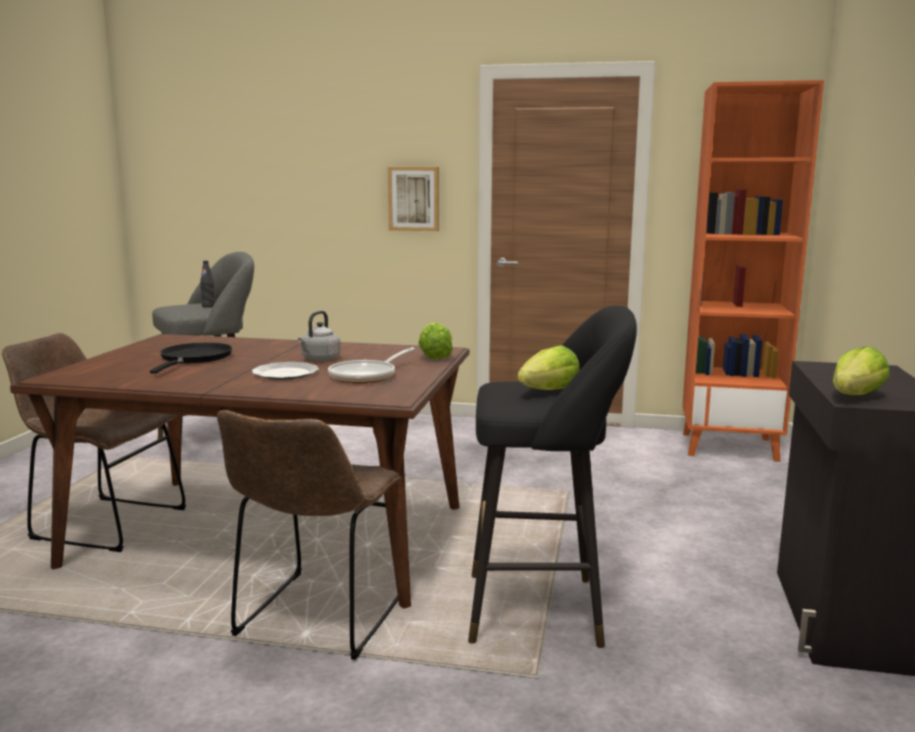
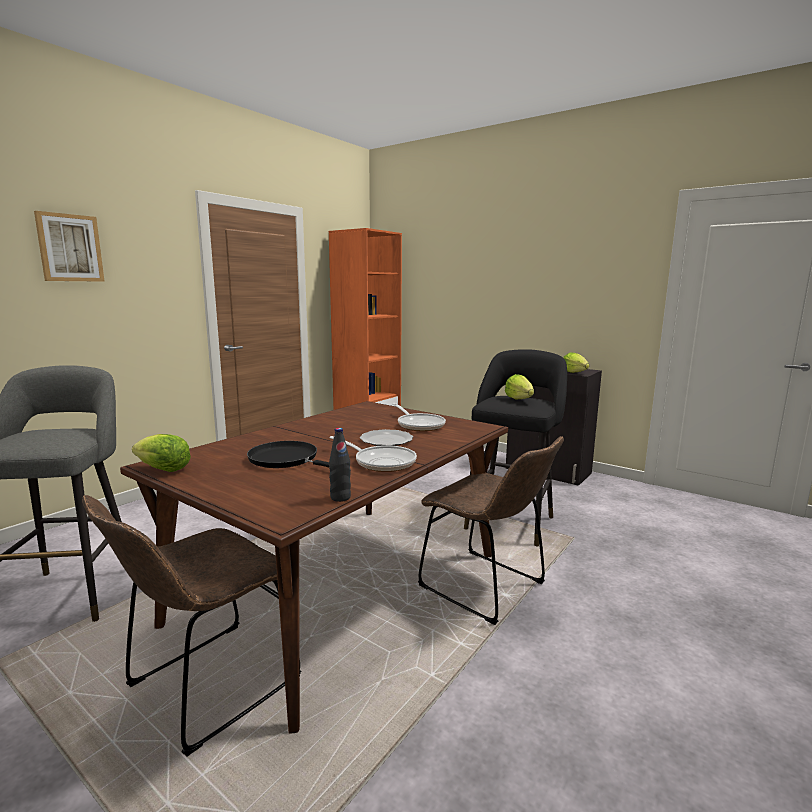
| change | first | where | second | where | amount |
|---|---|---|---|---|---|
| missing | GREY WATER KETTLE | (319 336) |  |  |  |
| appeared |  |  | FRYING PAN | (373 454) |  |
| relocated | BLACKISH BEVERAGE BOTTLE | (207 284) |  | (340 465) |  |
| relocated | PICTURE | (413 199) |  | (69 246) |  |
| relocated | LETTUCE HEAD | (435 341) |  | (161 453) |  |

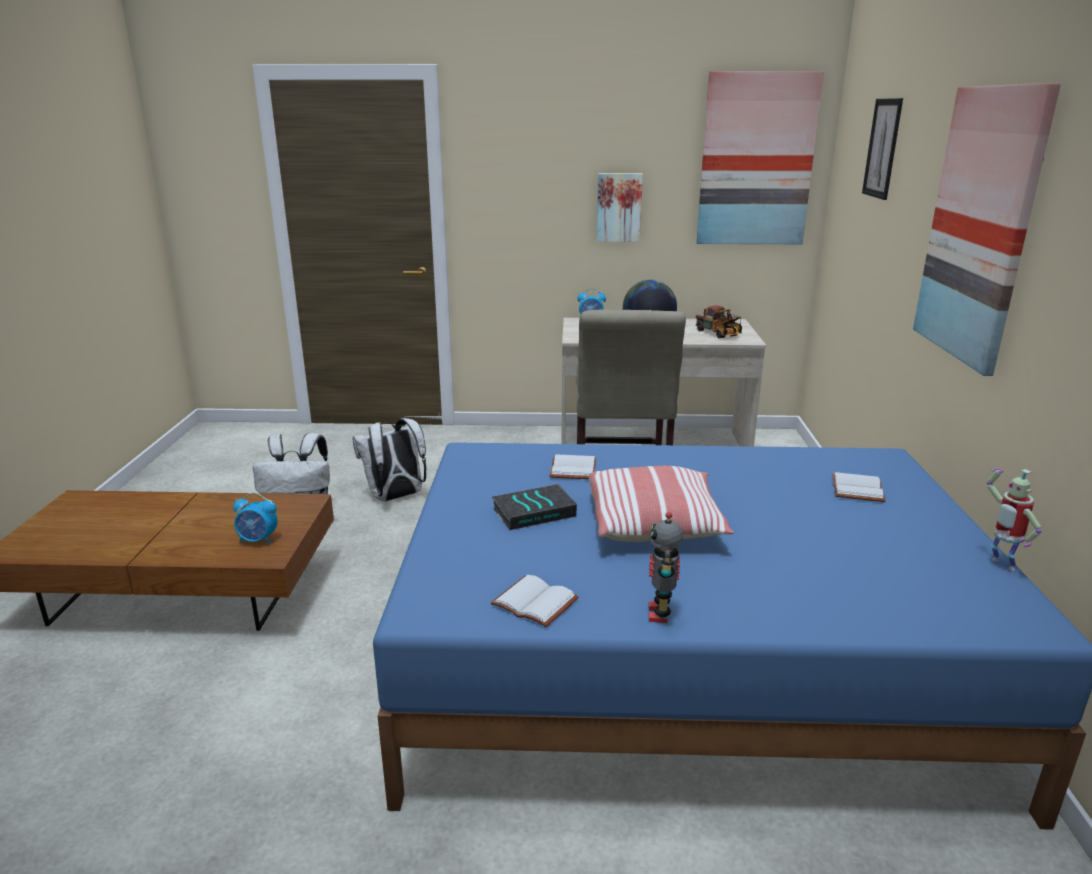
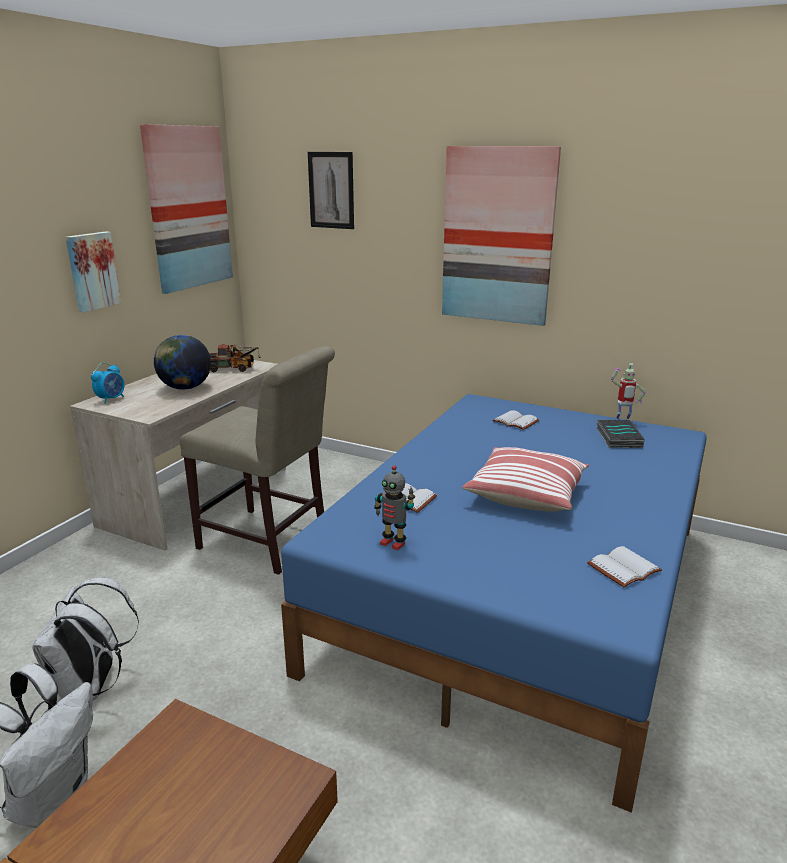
| change | first | where | second | where | amount |
|---|---|---|---|---|---|
| missing | ALARM CLOCK | (255 518) |  |  |  |
| relocated | BOOK | (534 507) |  | (621 433) |  |
| relocated | TOY ROBOT | (666 567) |  | (394 507) |  |

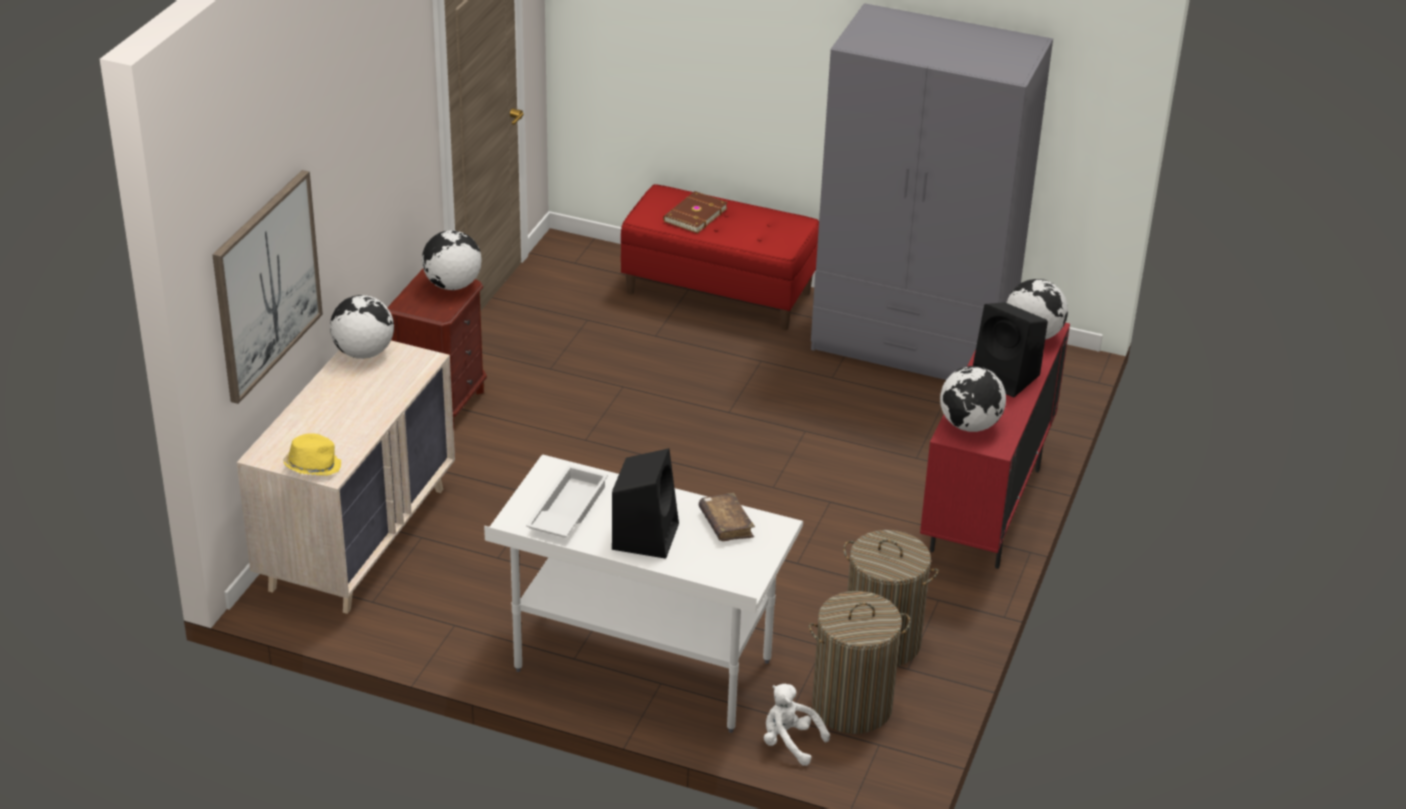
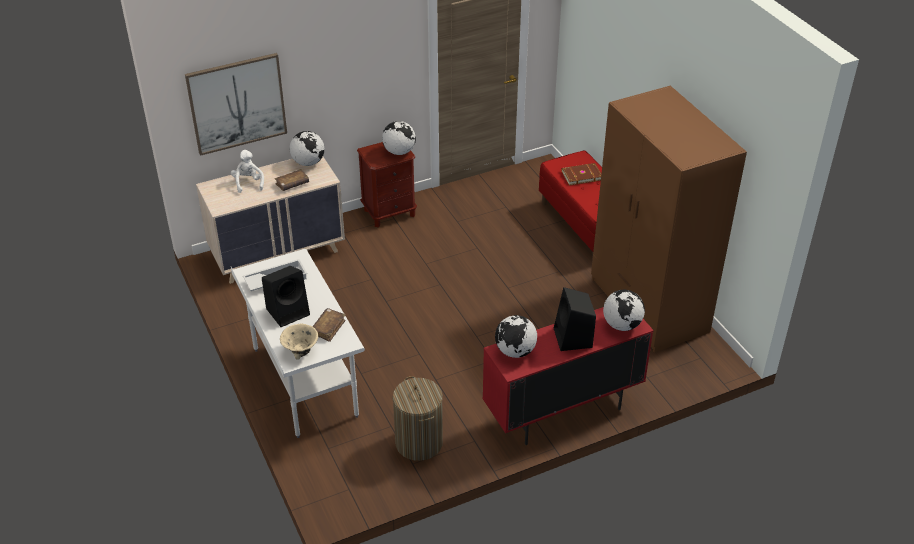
| change | first | where | second | where | amount |
|---|---|---|---|---|---|
| missing | YELLOW CLOTHING HAT | (312 454) |  |  |  |
| missing | HAMPER | (860 662) |  |  |  |
| appeared |  |  | BROWN BOOK | (291 180) |  |
| appeared |  |  | SAND-COLOURED BOWL | (299 342) |  |
| relocated | WHITE-COLOURED PLUSH TOY | (797 725) |  | (247 171) |  |
| colour | GREY WARDROBE | (932 191) | BROWN WARDROBE | (669 219) |  |

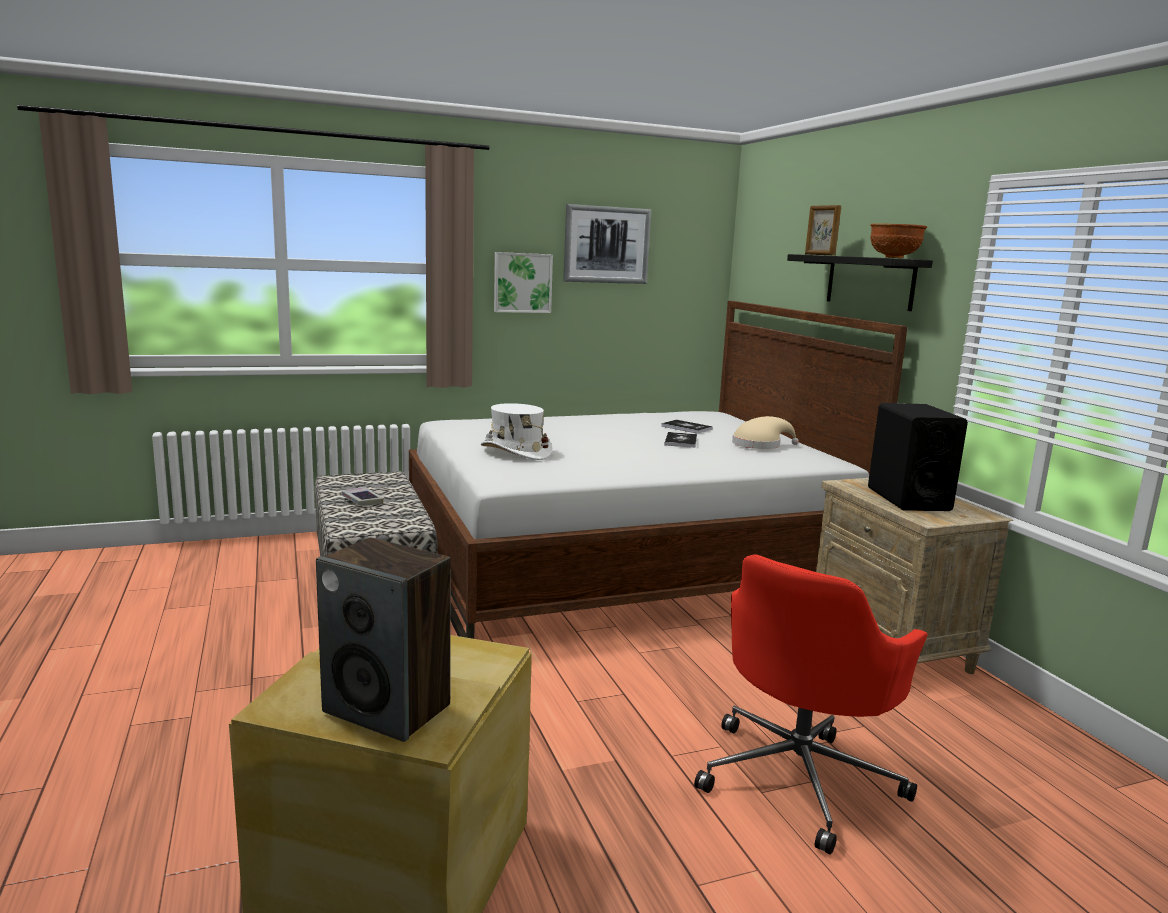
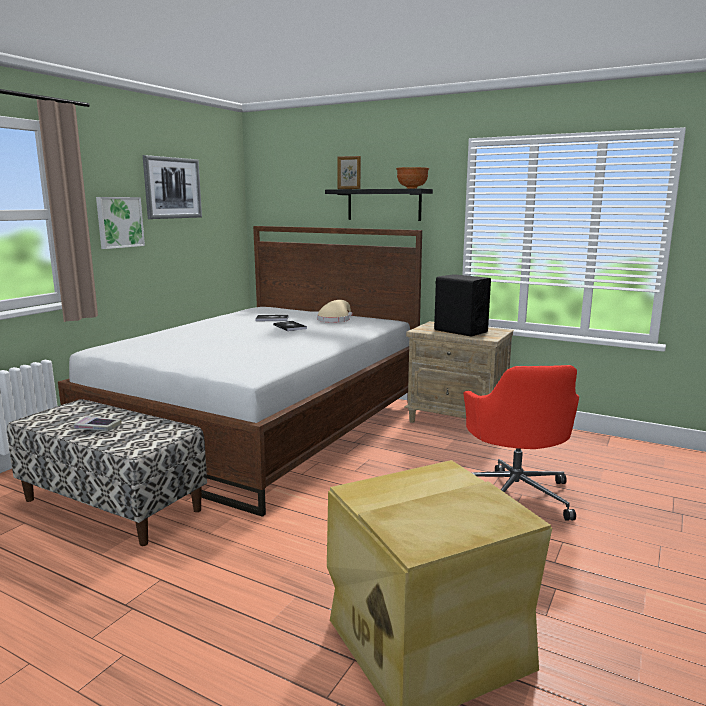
| change | first | where | second | where | amount |
|---|---|---|---|---|---|
| missing | AUDIO SPEAKER | (383 640) |  |  |  |
| missing | WHITE-COLOURED CLOTHING HAT | (516 431) |  |  |  |

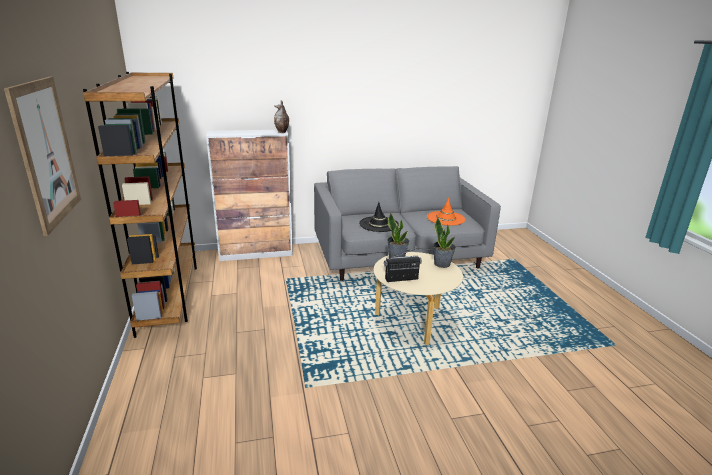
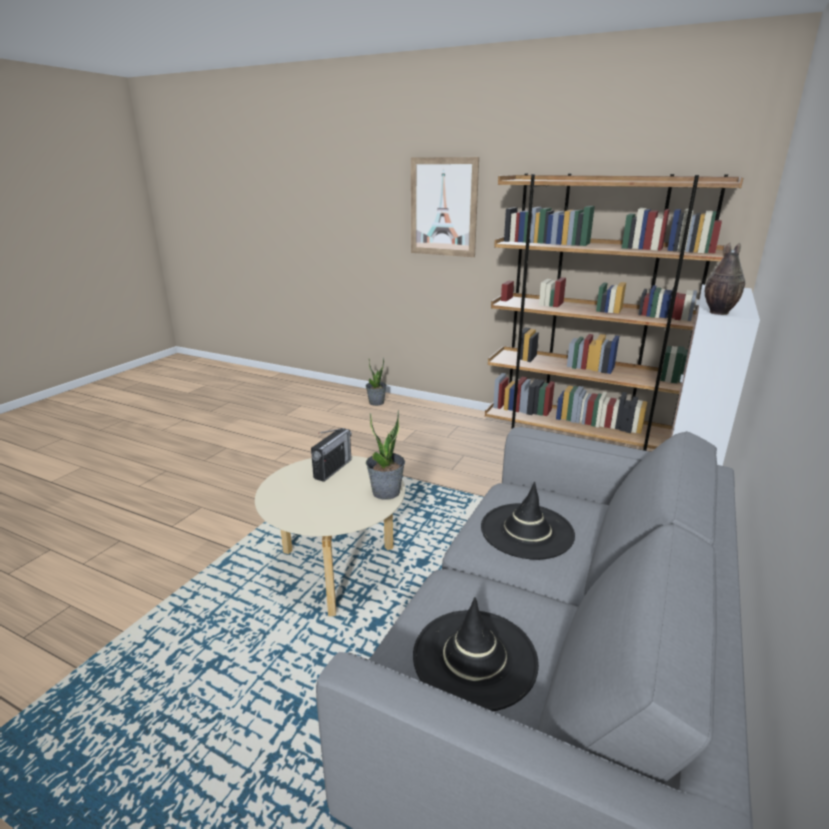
| change | first | where | second | where | amount |
|---|---|---|---|---|---|
| relocated | POTTED PLANT | (444 242) |  | (376 382) |  |
| colour | ORANGE-COLOURED CLOTHING HAT | (446 211) | BLACKISH CLOTHING HAT | (476 654) |  |

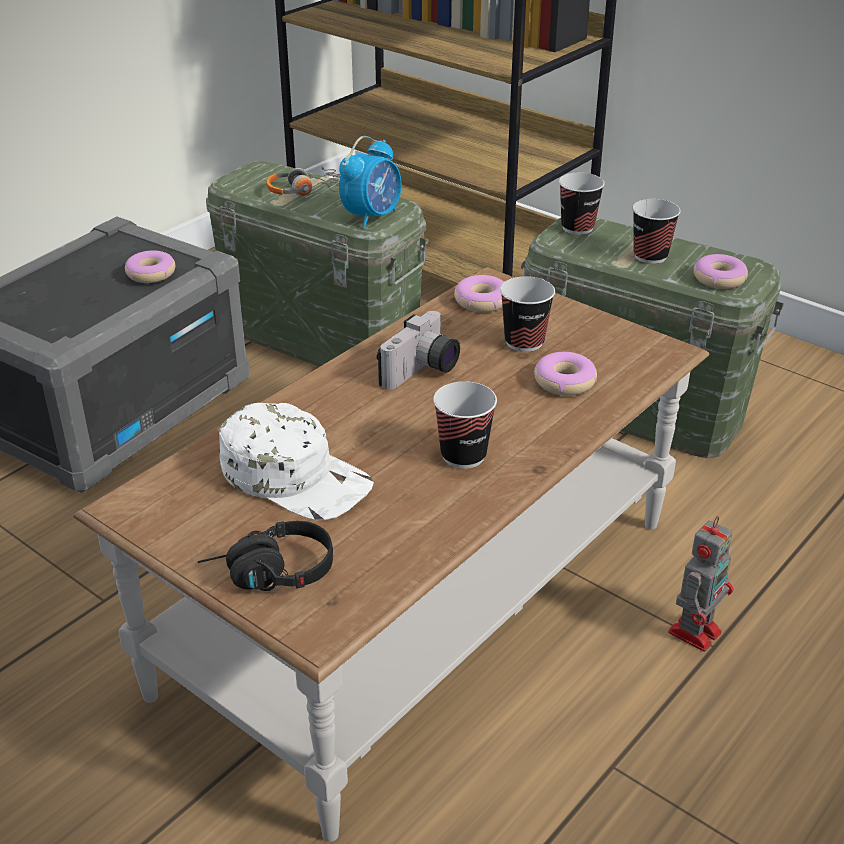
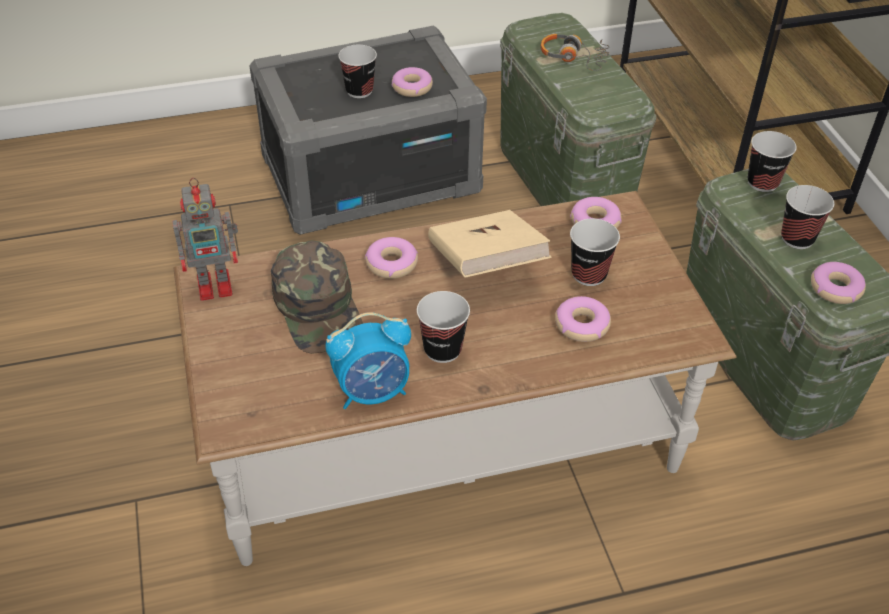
| change | first | where | second | where | amount |
|---|---|---|---|---|---|
| missing | BLACKISH PAIR OF HEADPHONES | (265 556) |  |  |  |
| appeared |  |  | DRINKING CUP | (357 71) |  |
| appeared |  |  | DOUGHNUT | (391 258) |  |
| relocated | ALARM CLOCK | (370 182) |  | (368 360) |  |
| relocated | TOY ROBOT | (701 584) |  | (205 239) |  |
| exchanged | STILL CAMERA | (418 350) | SAND-COLOURED BOOK | (490 244) |  |
| colour | WHITE-COLOURED CAP | (296 461) | GREEN CAP | (317 297) |  |

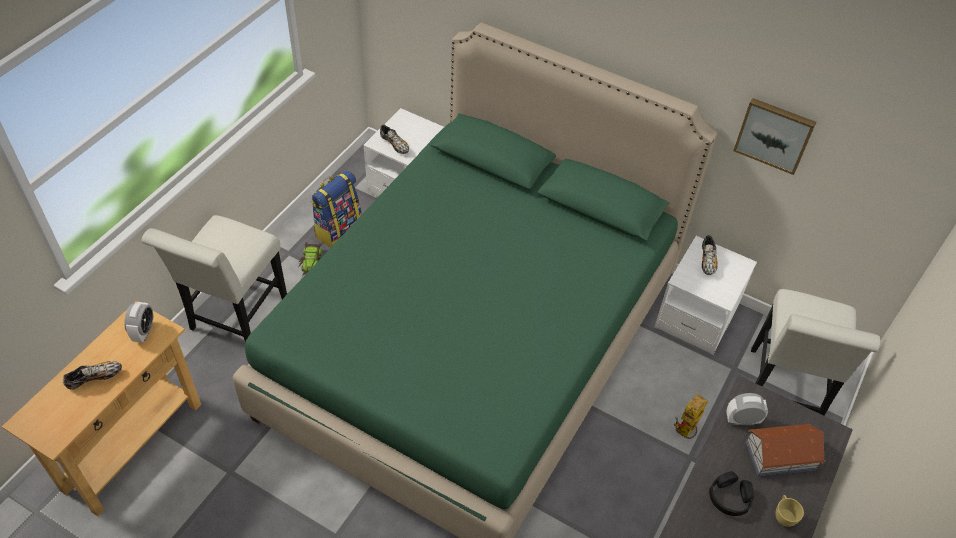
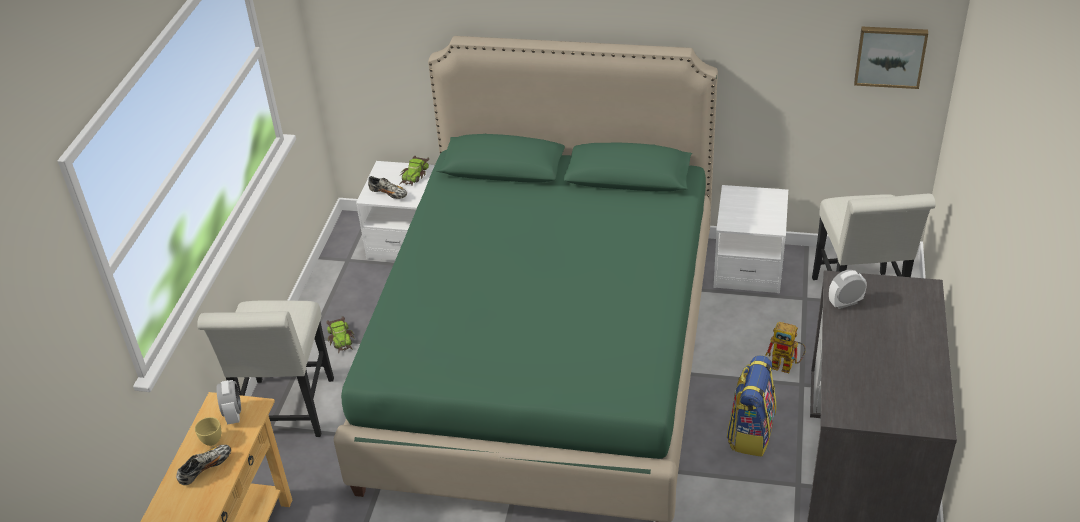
| change | first | where | second | where | amount |
|---|---|---|---|---|---|
| missing | SHOE | (710 255) |  |  |  |
| missing | BLACKISH PAIR OF HEADPHONES | (731 493) |  |  |  |
| missing | MODEL HOUSE | (785 450) |  |  |  |
| appeared |  |  | MODEL CAR | (414 171) |  |
| relocated | RUCKSACK | (336 208) |  | (751 406) |  |
| relocated | PICTURE | (774 136) |  | (891 58) |  |
| relocated | YELLOW DRINKING CUP | (790 511) |  | (208 431) |  |
| spun | TOY ROBOT | (691 416) |  | (786 347) | 90 degrees counterclockwise |

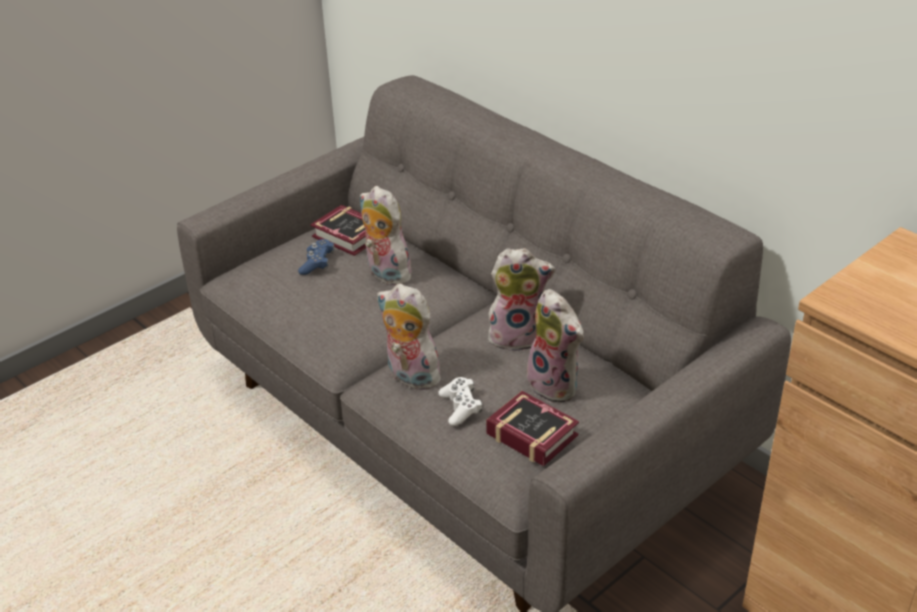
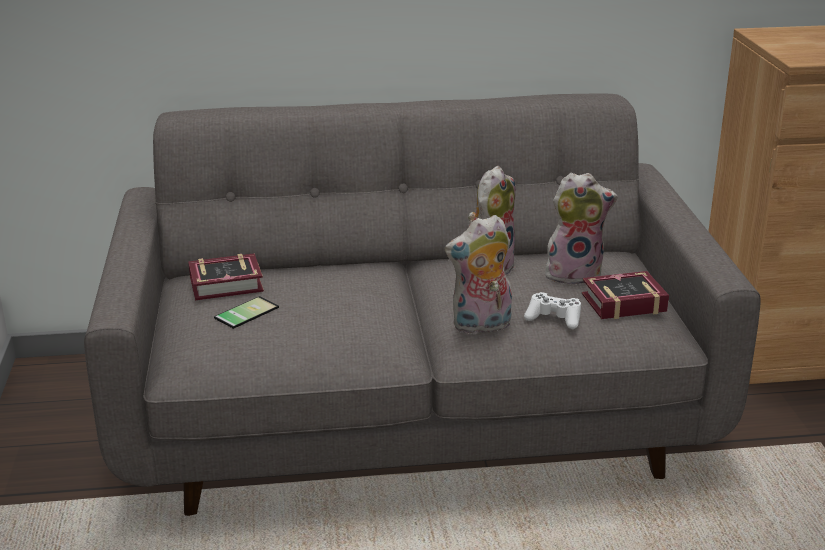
| change | first | where | second | where | amount |
|---|---|---|---|---|---|
| missing | PLUSH TOY | (385 236) |  |  |  |
| exchanged | BLUE GAMEPAD | (316 257) | HANDSET | (246 312) |  |

